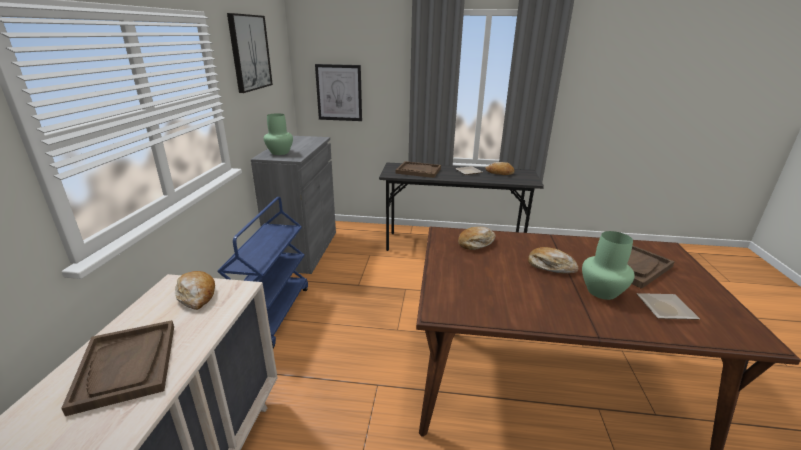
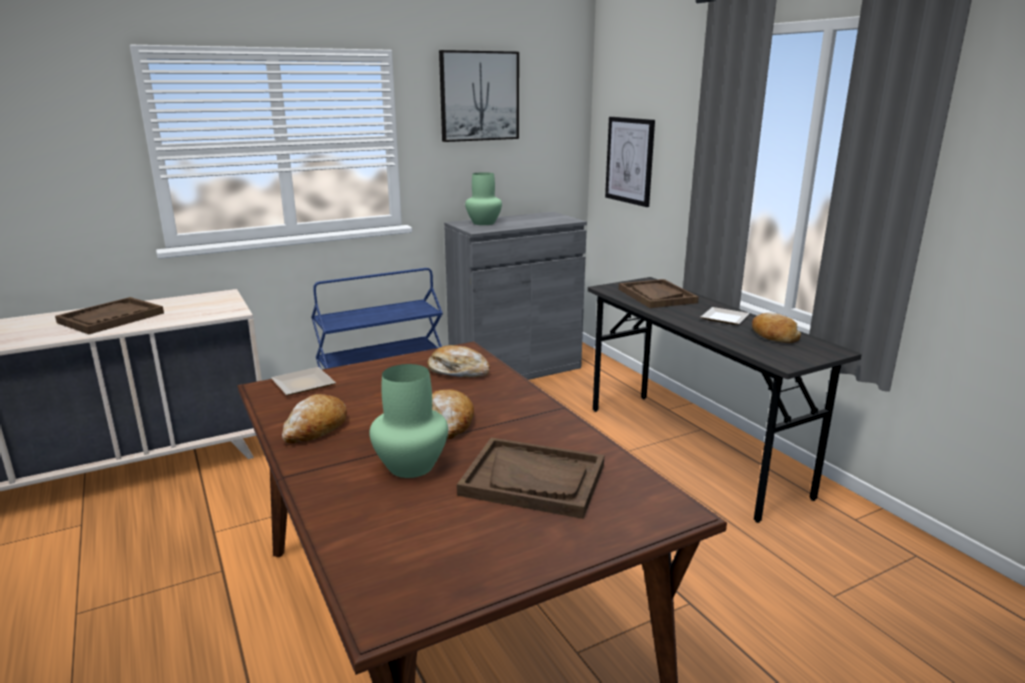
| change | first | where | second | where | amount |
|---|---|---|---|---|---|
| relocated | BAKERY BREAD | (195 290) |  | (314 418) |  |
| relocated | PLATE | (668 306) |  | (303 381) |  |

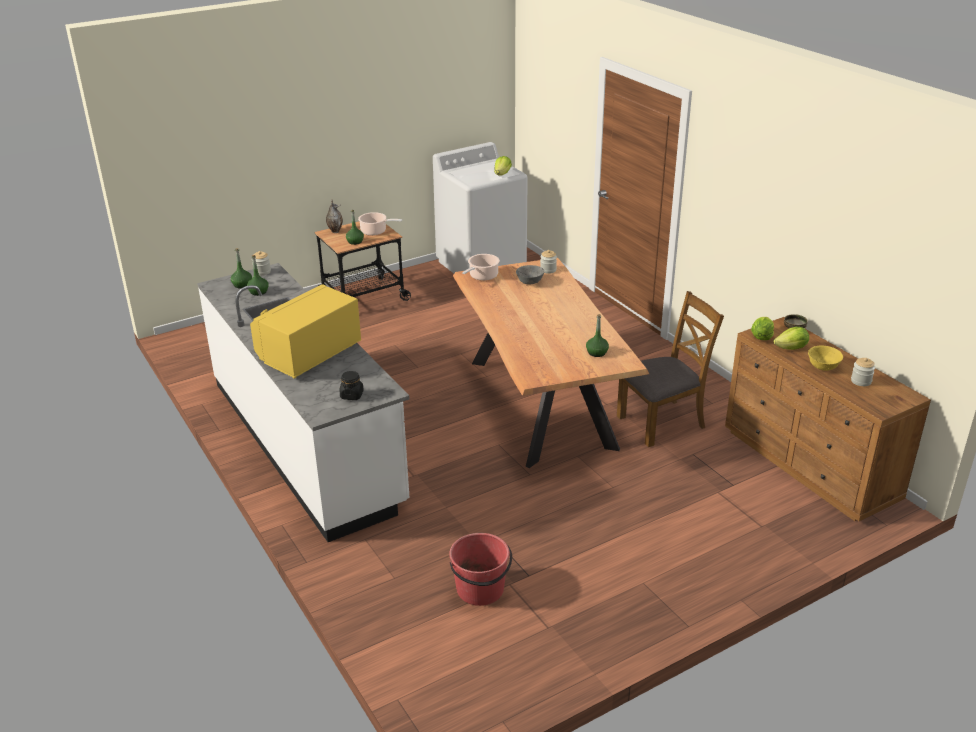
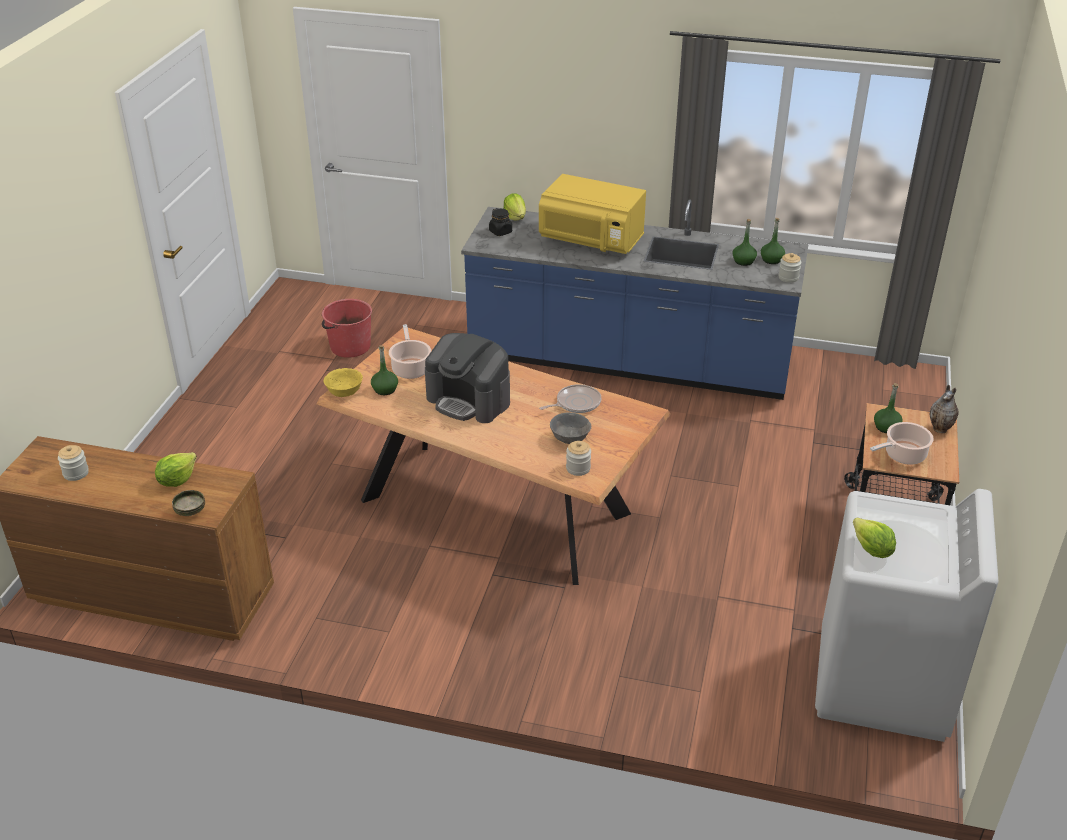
| change | first | where | second | where | amount |
|---|---|---|---|---|---|
| missing | BROWN UPRIGHT CHAIR | (670 369) |  |  |  |
| appeared |  |  | COFFEE MAKER | (467 378) |  |
| appeared |  |  | FRYING PAN | (570 398) |  |
| relocated | COOKING POT | (481 267) |  | (410 351) |  |
| relocated | LETTUCE HEAD | (762 328) |  | (514 207) |  |
| relocated | YELLOW BOWL | (825 358) |  | (343 382) |  |
| colour | WHITE-COLOURED COUNTER | (303 402) | BLUE COUNTER | (635 299) |  |
| spun | YELLOW MICROWAVE | (305 331) |  | (592 214) | 120 degrees clockwise |

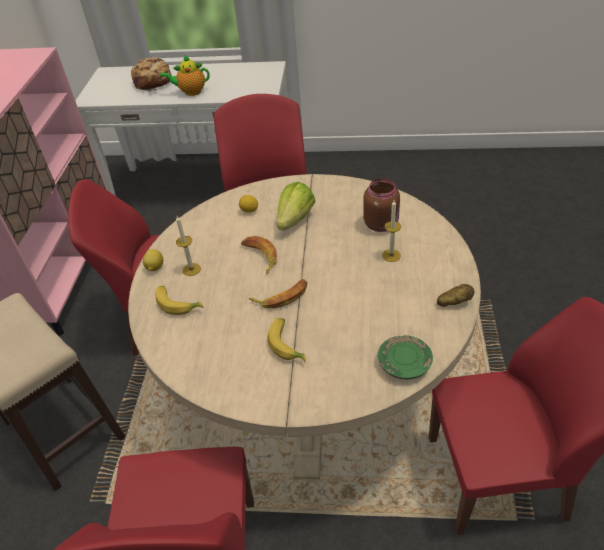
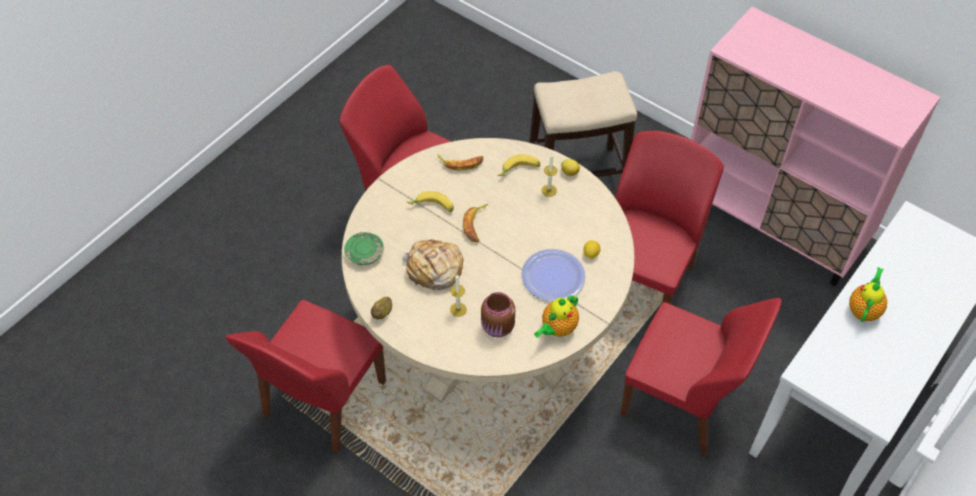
| change | first | where | second | where | amount |
|---|---|---|---|---|---|
| appeared |  |  | POT FOR TEA | (556 316) |  |
| relocated | BAKERY BREAD | (151 74) |  | (433 264) |  |
| relocated | BANANA FRUIT | (259 255) |  | (461 162) |  |
| exchanged | LETTUCE HEAD | (296 206) | PLATE | (553 275) |  |

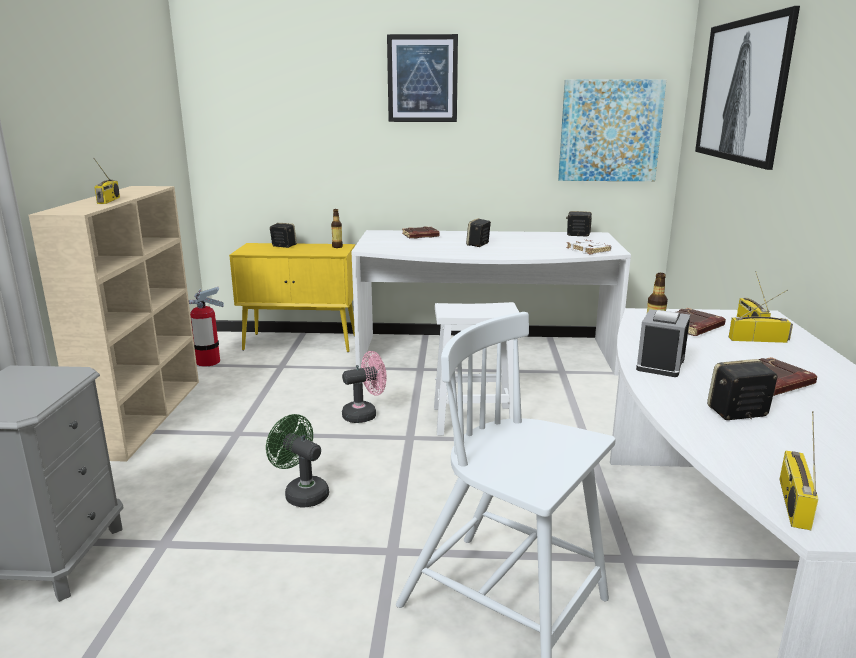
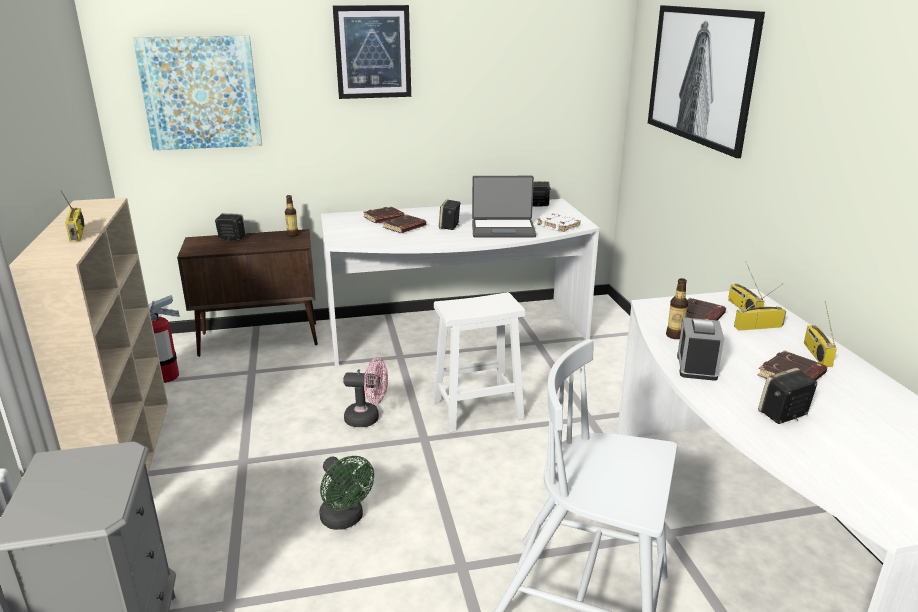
| change | first | where | second | where | amount |
|---|---|---|---|---|---|
| appeared |  |  | BROWN BOOK | (404 224) |  |
| appeared |  |  | PORTABLE COMPUTER | (504 206) |  |
| relocated | PICTURE | (612 130) |  | (197 93) |  |
| relocated | RADIO SET | (798 470) |  | (820 334) |  |
| colour | YELLOW STORAGE CABINET | (292 297) | BROWN STORAGE CABINET | (247 293) |  |
| spun | GREEN ELECTRIC FAN | (297 461) |  | (346 493) | 150 degrees counterclockwise |
| spun | PINKISH ELECTRIC FAN | (364 387) |  | (365 392) | 45 degrees clockwise |

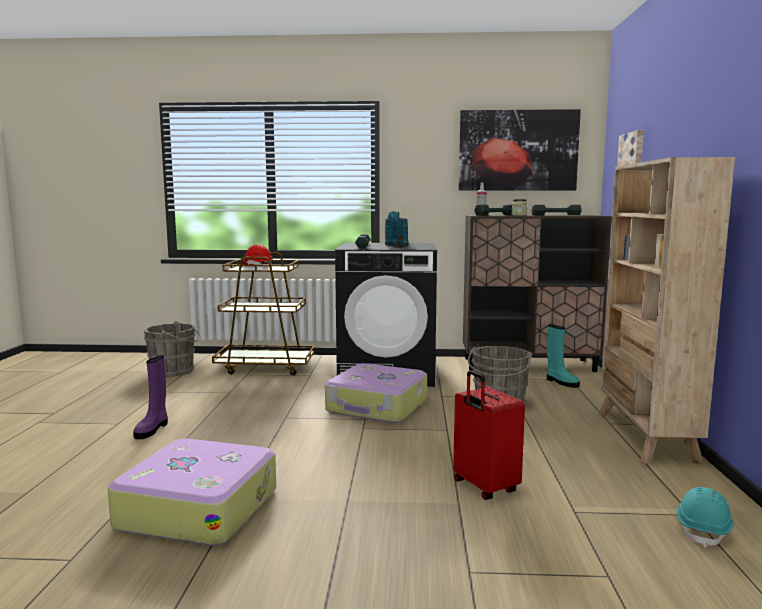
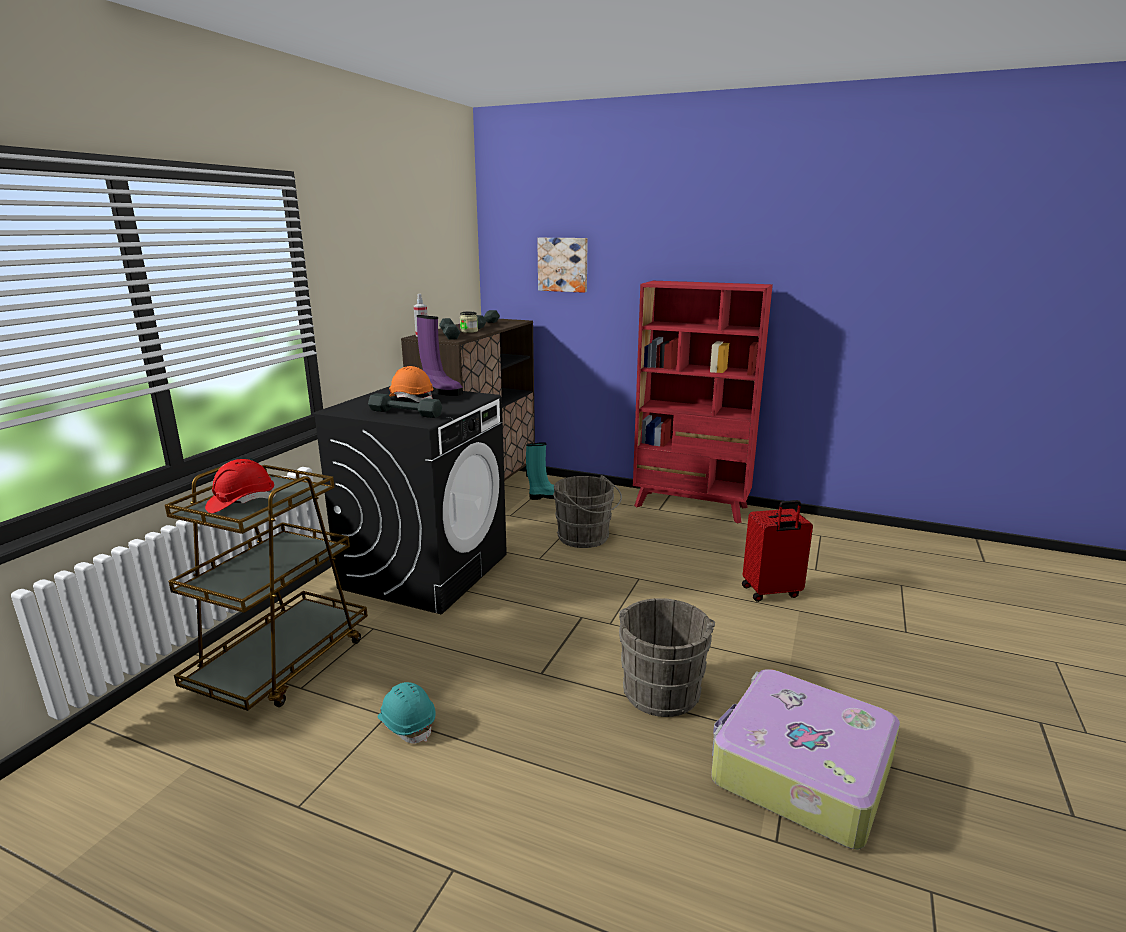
| change | first | where | second | where | amount |
|---|---|---|---|---|---|
| missing | TRAVEL CASE | (376 393) |  |  |  |
| missing | PICTURE | (519 150) |  |  |  |
| relocated | PURPLISH BOOT | (150 397) |  | (440 355) |  |
| relocated | GREY BUCKET | (172 349) |  | (667 657) |  |
| relocated | TURQUOISE-COLOURED HARD HAT | (705 517) |  | (406 712) |  |
| exchanged | TURQUOISE-COLOURED SPRINKLING CAN | (397 228) | ORANGE-COLOURED HARD HAT | (411 384) |  |
| colour | SAND-COLOURED BOOKSHELF | (666 311) | RED-COLOURED BOOKSHELF | (703 402) |  |

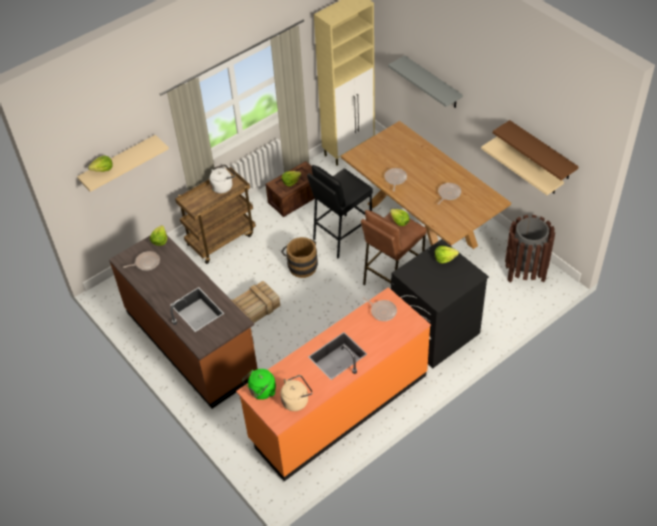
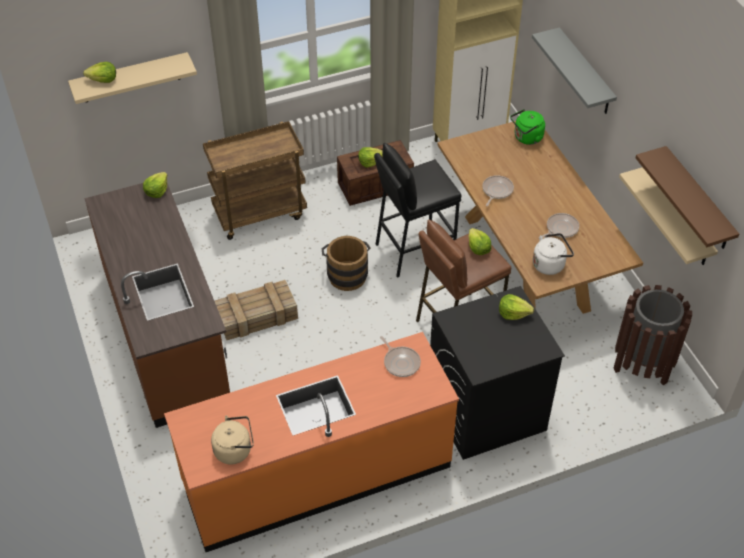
| change | first | where | second | where | amount |
|---|---|---|---|---|---|
| missing | FRYING PAN | (141 261) |  |  |  |
| relocated | WHITE-COLOURED WATER KETTLE | (222 178) |  | (553 254) |  |
| relocated | GREEN WATER KETTLE | (259 384) |  | (527 127) |  |

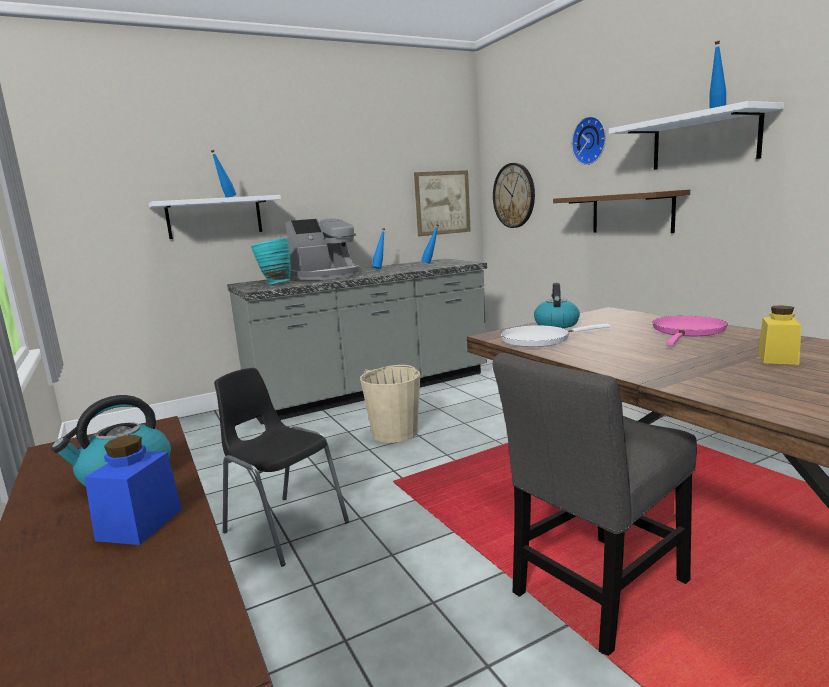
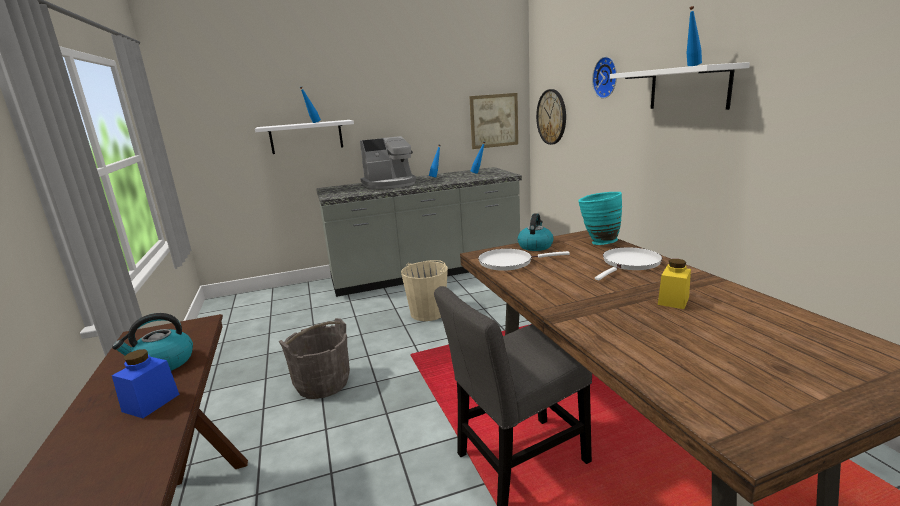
| change | first | where | second | where | amount |
|---|---|---|---|---|---|
| missing | BROWN WALL SHELF | (621 211) |  |  |  |
| relocated | TURQUOISE-COLOURED VASE | (271 261) |  | (600 218) |  |
| exchanged | BLACKISH UPRIGHT CHAIR | (281 467) | GREY BUCKET | (314 358) |  |
| colour | PINKISH FRYING PAN | (690 331) | WHITE-COLOURED FRYING PAN | (628 263) |  |

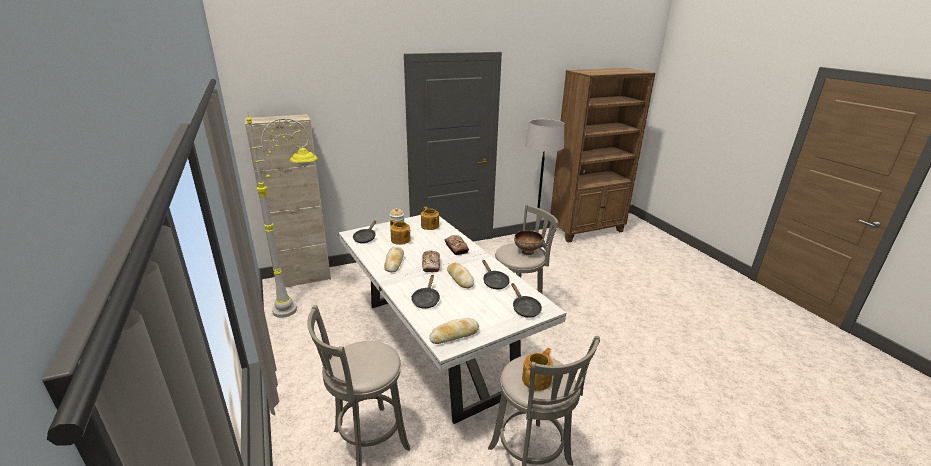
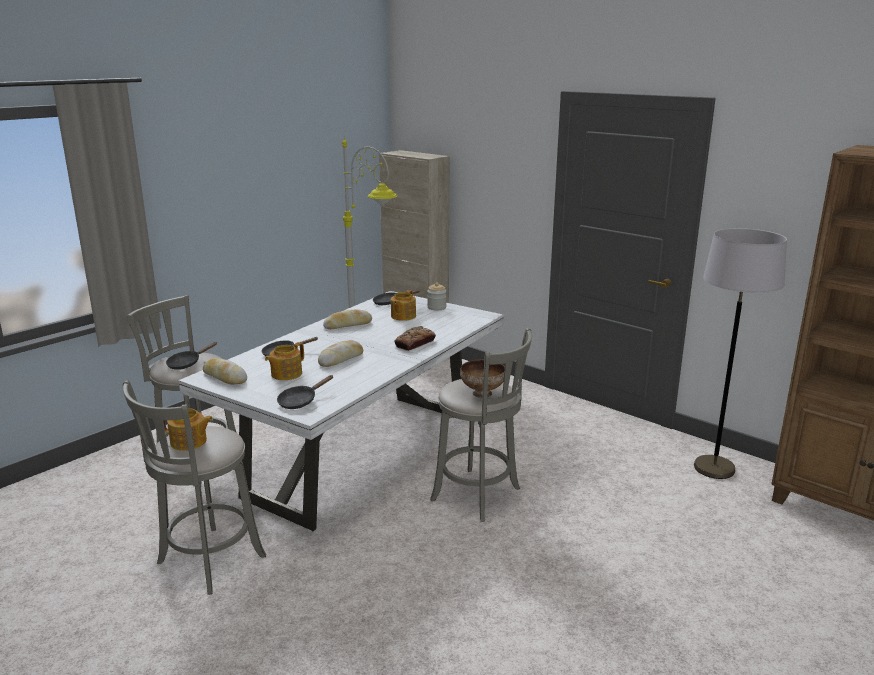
| change | first | where | second | where | amount |
|---|---|---|---|---|---|
| missing | BAKERY BREAD | (431 261) |  |  |  |
| relocated | POT FOR TEA | (430 218) |  | (284 361) |  |
| relocated | BLACKISH FRYING PAN | (496 274) |  | (191 356) |  |

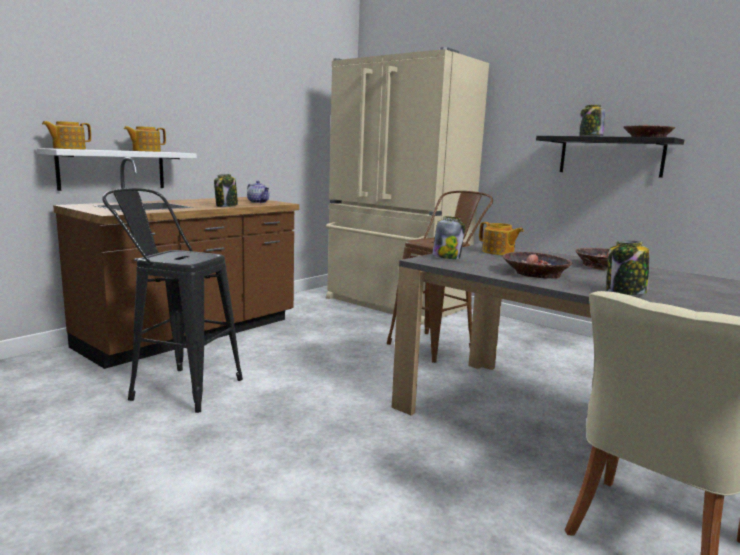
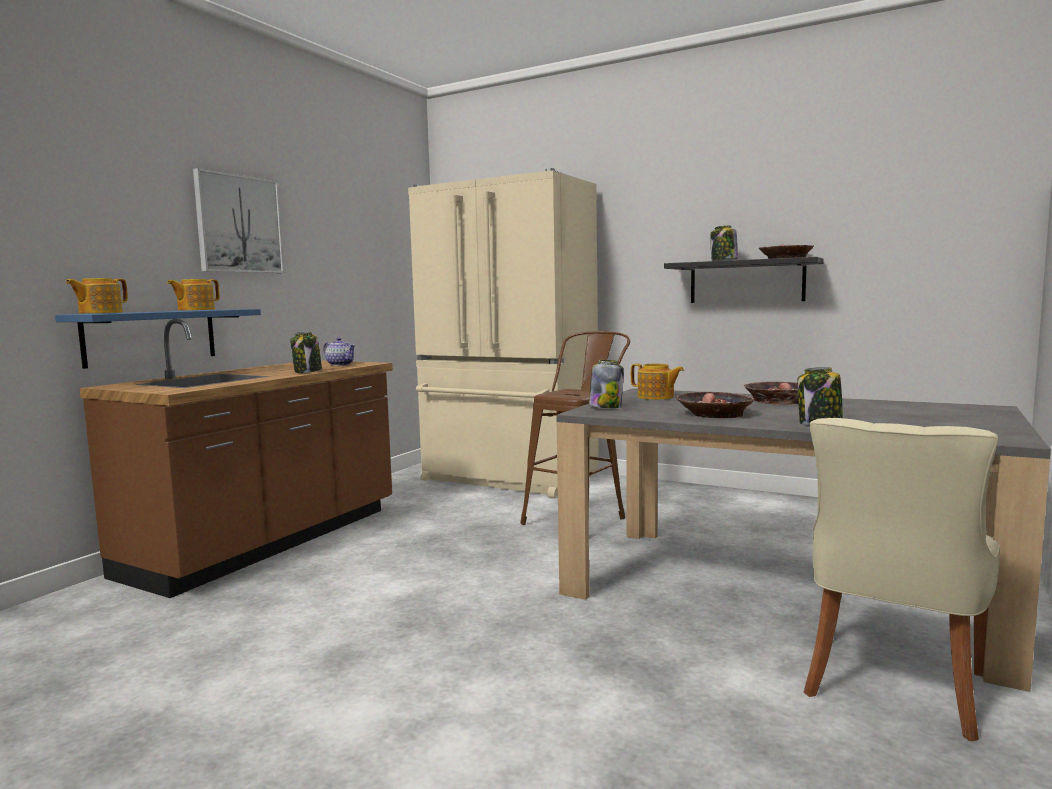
| change | first | where | second | where | amount |
|---|---|---|---|---|---|
| missing | BLACKISH SITTING STOOL | (172 300) |  |  |  |
| appeared |  |  | PICTURE | (238 220) |  |
| colour | WHITE-COLOURED WALL SHELF | (117 169) | BLUE WALL SHELF | (158 339) |  |

